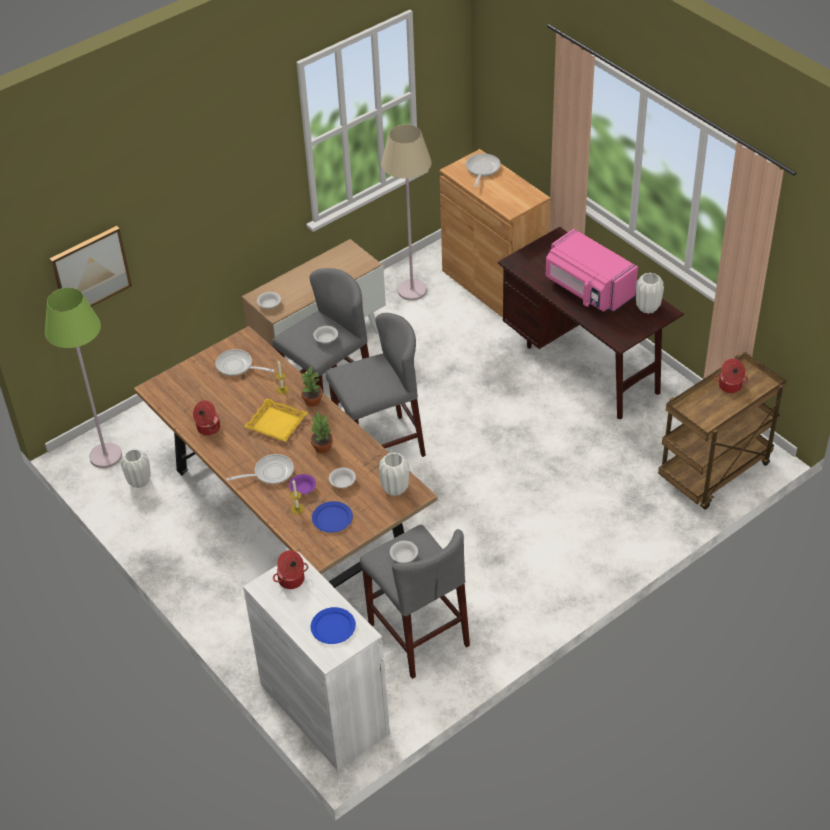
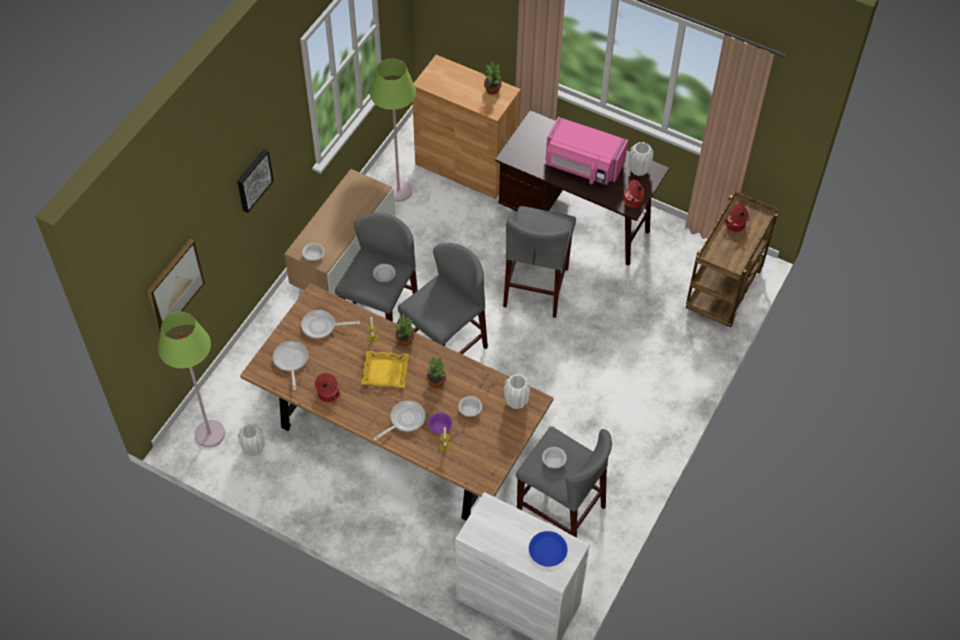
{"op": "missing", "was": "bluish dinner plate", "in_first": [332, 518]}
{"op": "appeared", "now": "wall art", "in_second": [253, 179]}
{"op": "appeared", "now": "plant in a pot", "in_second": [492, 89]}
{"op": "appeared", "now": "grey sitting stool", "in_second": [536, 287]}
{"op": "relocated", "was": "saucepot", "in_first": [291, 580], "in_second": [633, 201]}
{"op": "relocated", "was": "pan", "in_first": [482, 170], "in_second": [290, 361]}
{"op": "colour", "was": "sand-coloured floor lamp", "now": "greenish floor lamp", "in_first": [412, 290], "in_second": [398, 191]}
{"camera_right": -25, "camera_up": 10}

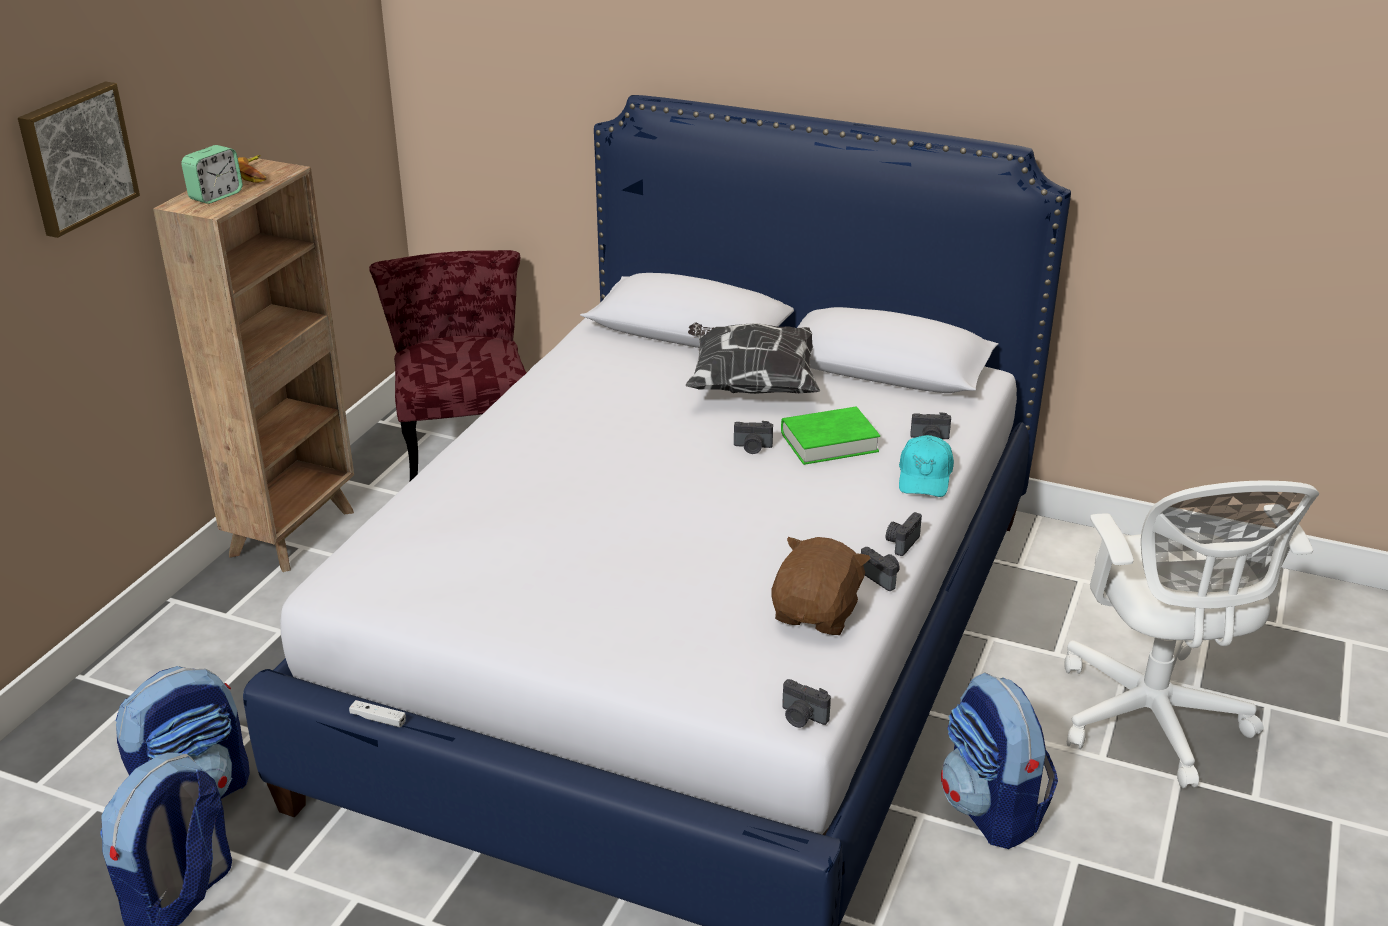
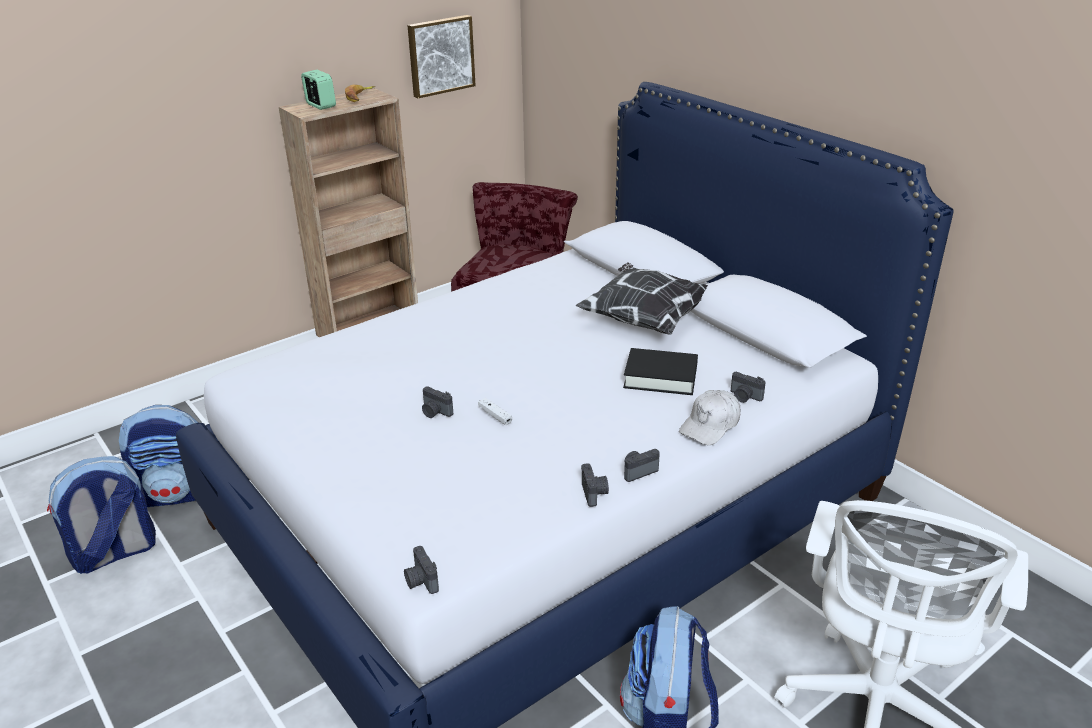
{"op": "missing", "was": "brownish plush toy", "in_first": [817, 614]}
{"op": "relocated", "was": "wall art", "in_first": [76, 157], "in_second": [440, 55]}
{"op": "relocated", "was": "whitish gamepad", "in_first": [378, 719], "in_second": [495, 415]}
{"op": "relocated", "was": "photo camera", "in_first": [752, 448], "in_second": [435, 412]}
{"op": "colour", "was": "greenish book", "now": "black-coloured book", "in_first": [829, 442], "in_second": [660, 377]}
{"op": "colour", "was": "turquoise peaked cap", "now": "whitish peaked cap", "in_first": [925, 477], "in_second": [710, 425]}
{"op": "spun", "was": "alarm clock", "in_first": [216, 196], "in_second": [320, 105], "clockwise": -105}
{"camera_right": 30, "camera_up": 0}

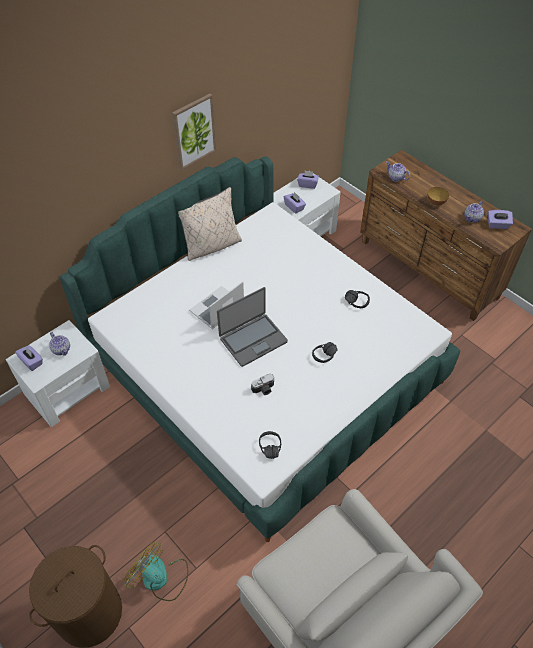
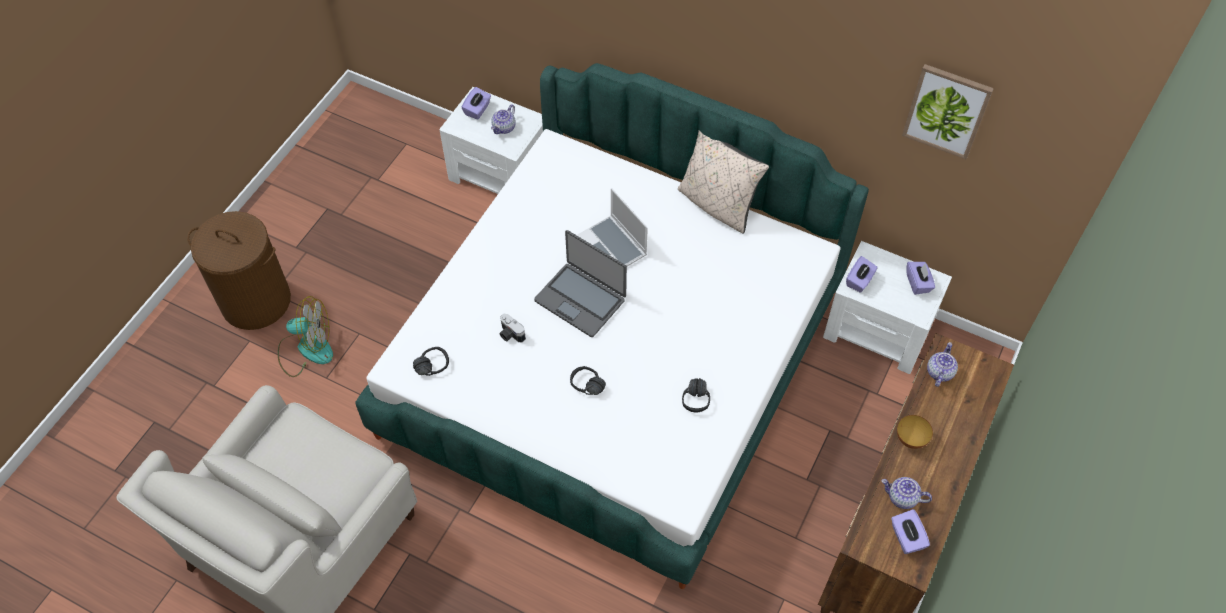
{"op": "relocated", "was": "wall art", "in_first": [194, 131], "in_second": [946, 110]}
{"op": "spun", "was": "cooling fan", "in_first": [161, 578], "in_second": [306, 349], "clockwise": 75}
{"op": "spun", "was": "notebook computer", "in_first": [217, 309], "in_second": [612, 247], "clockwise": -150}
{"camera_right": 70, "camera_up": 5}

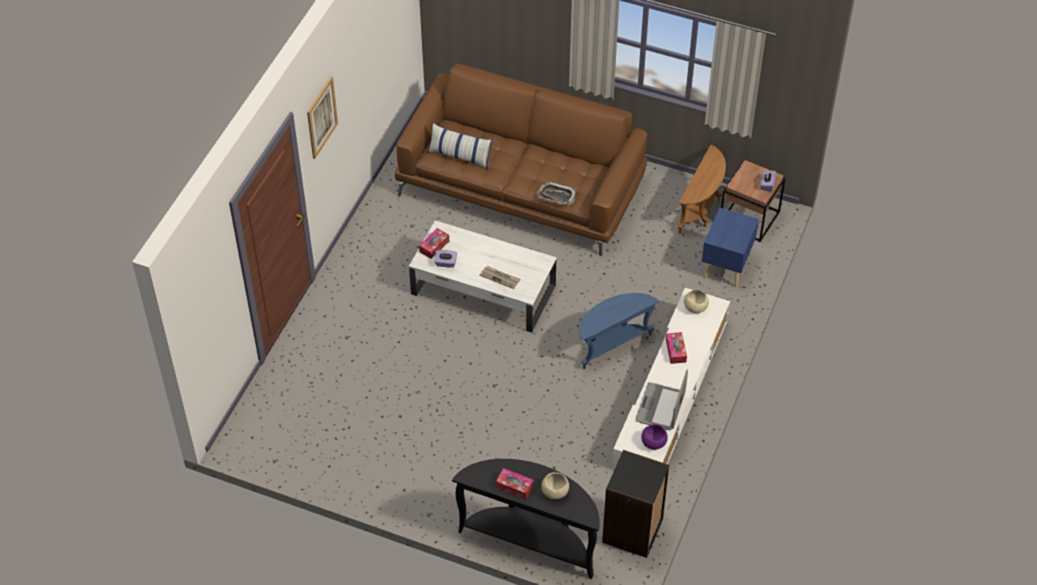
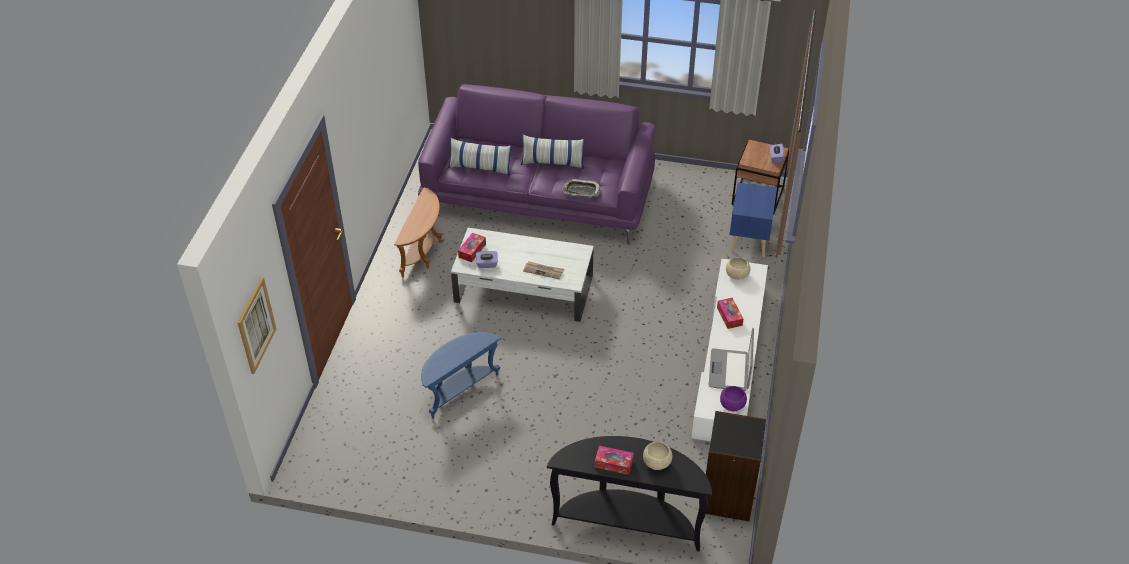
{"op": "appeared", "now": "pillow", "in_second": [552, 162]}
{"op": "relocated", "was": "wall art", "in_first": [321, 117], "in_second": [256, 325]}
{"op": "relocated", "was": "bluish end table", "in_first": [612, 344], "in_second": [459, 390]}
{"op": "relocated", "was": "brownish end table", "in_first": [701, 210], "in_second": [424, 252]}
{"op": "colour", "was": "brownish sofa", "now": "purple-coloured sofa", "in_first": [522, 186], "in_second": [539, 193]}
{"camera_right": -10, "camera_up": -5}

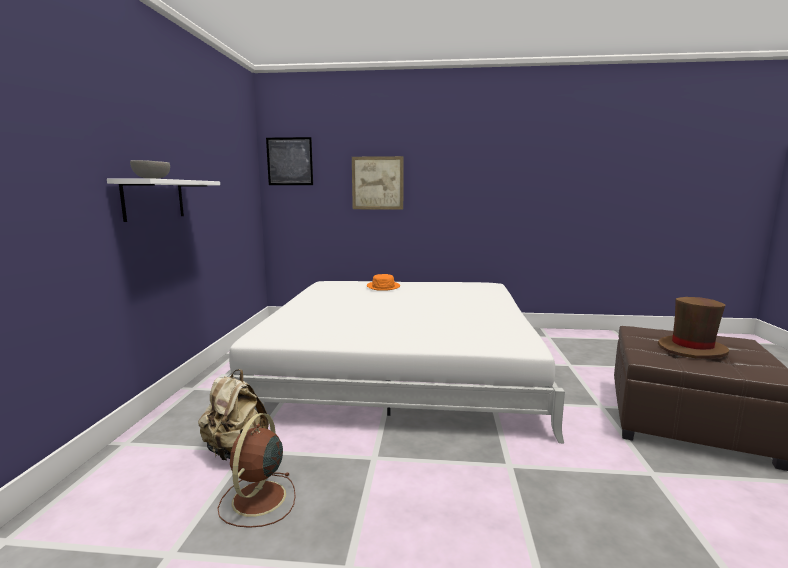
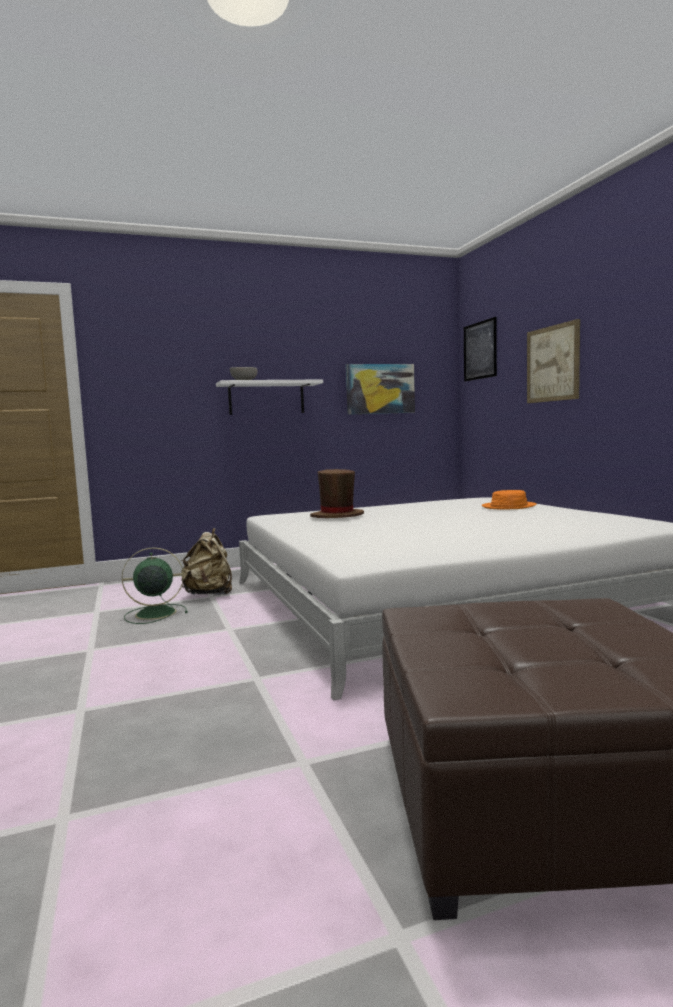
{"op": "appeared", "now": "wall art", "in_second": [380, 389]}
{"op": "relocated", "was": "brownish clothing hat", "in_first": [692, 349], "in_second": [337, 516]}
{"op": "colour", "was": "brownish cooling fan", "now": "greenish cooling fan", "in_first": [258, 500], "in_second": [153, 614]}
{"camera_right": 65, "camera_up": -5}

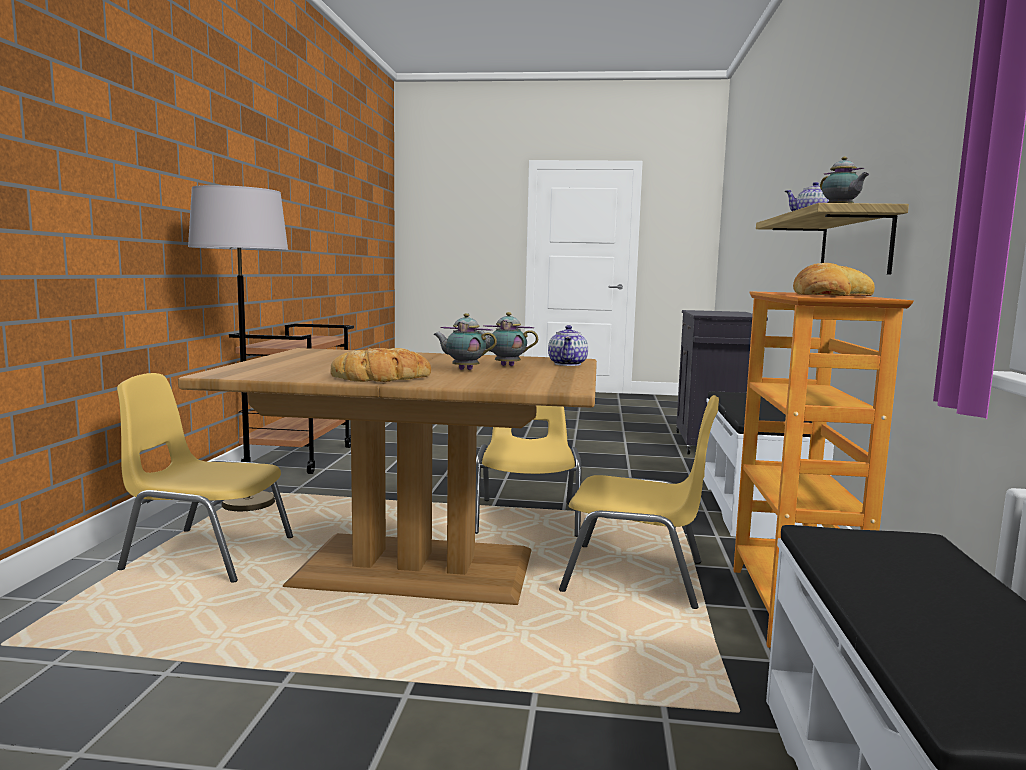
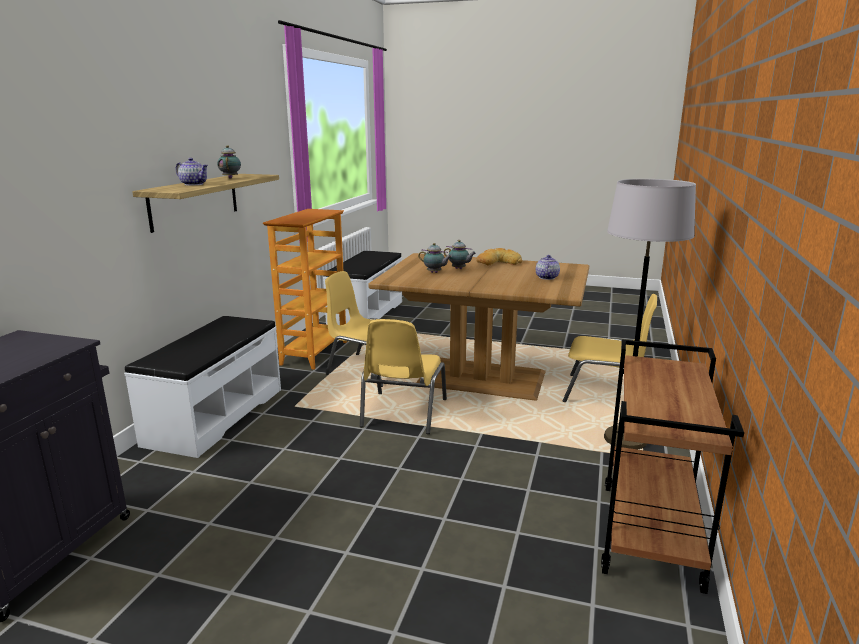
{"op": "missing", "was": "baked bread", "in_first": [828, 295]}
{"op": "relocated", "was": "teapot", "in_first": [568, 364], "in_second": [546, 277]}
{"camera_right": -170, "camera_up": 10}

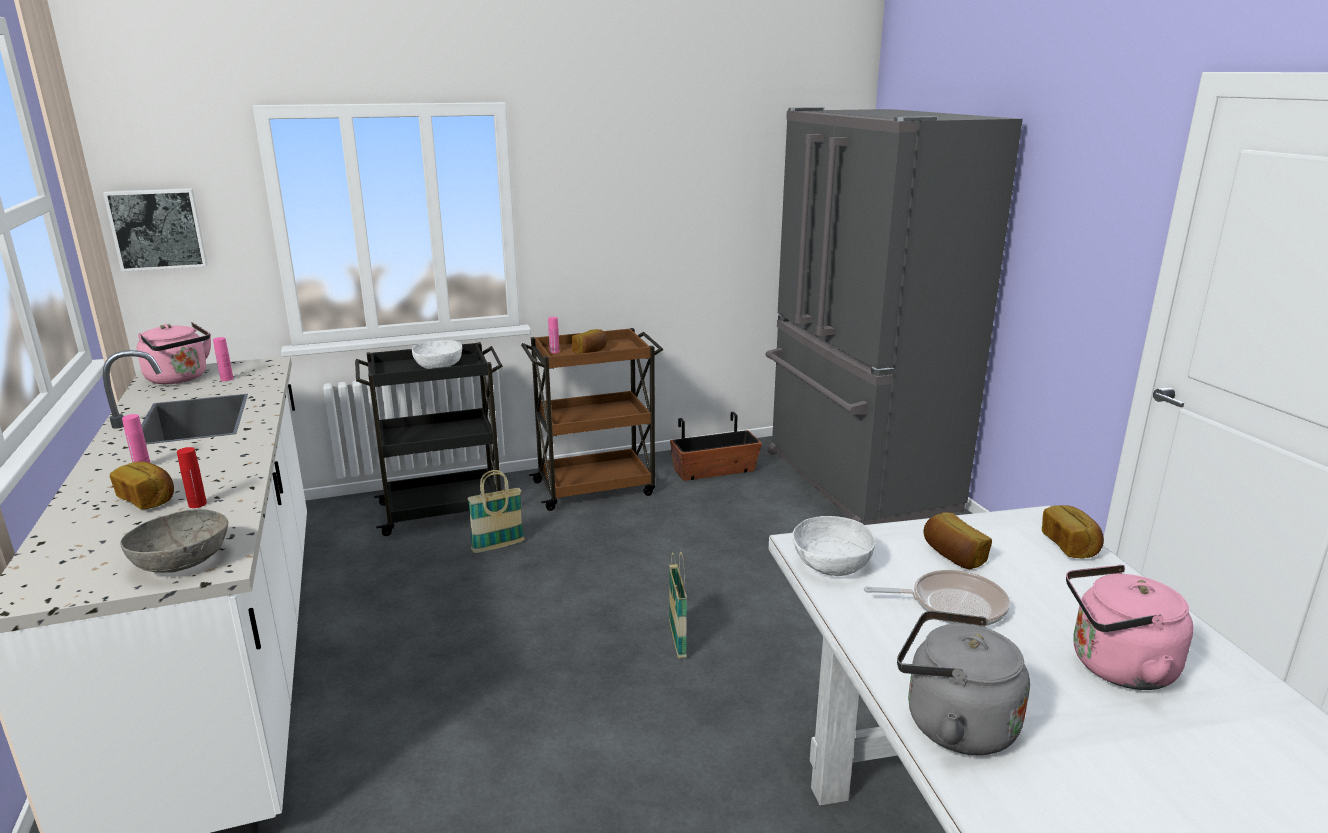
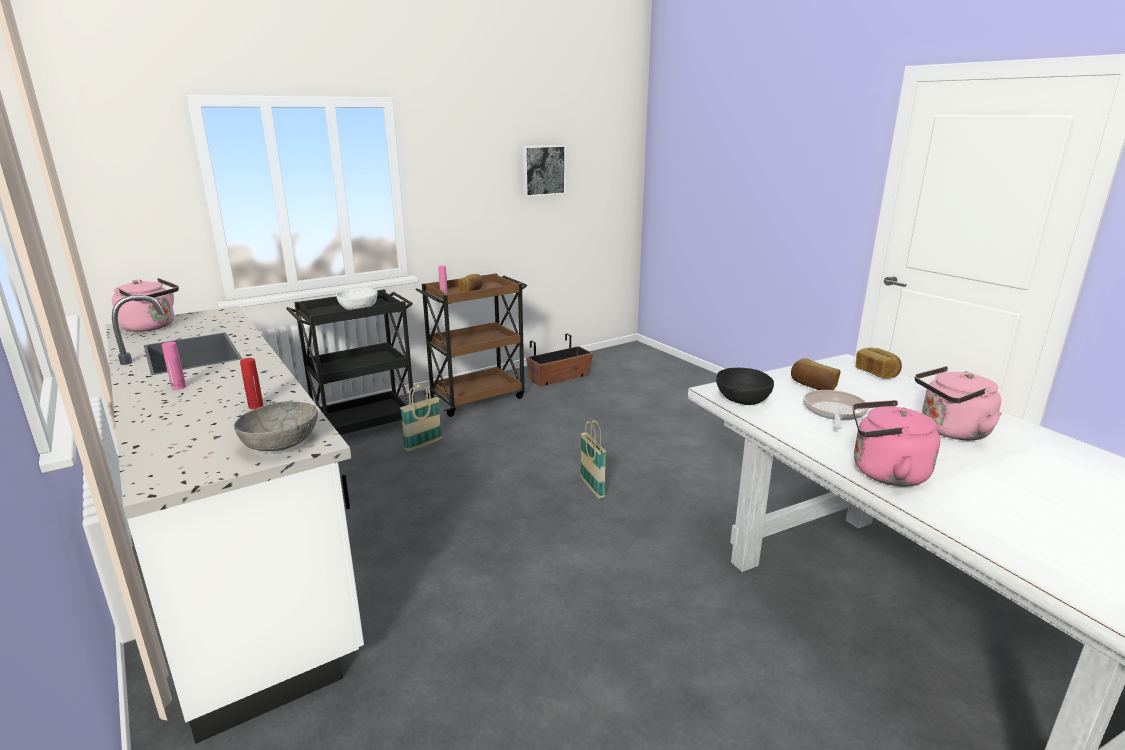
{"op": "missing", "was": "baked bread", "in_first": [148, 499]}
{"op": "missing", "was": "pink-coloured beverage bottle", "in_first": [227, 379]}
{"op": "missing", "was": "grey fridge", "in_first": [855, 481]}
{"op": "relocated", "was": "wall art", "in_first": [157, 229], "in_second": [543, 170]}
{"op": "colour", "was": "whitish serving bowl", "now": "black-coloured serving bowl", "in_first": [831, 564], "in_second": [742, 399]}
{"op": "colour", "was": "grey water kettle", "now": "pink-coloured water kettle", "in_first": [952, 724], "in_second": [884, 473]}
{"op": "spun", "was": "pan", "in_first": [952, 605], "in_second": [833, 412], "clockwise": -60}
{"camera_right": -15, "camera_up": 0}

